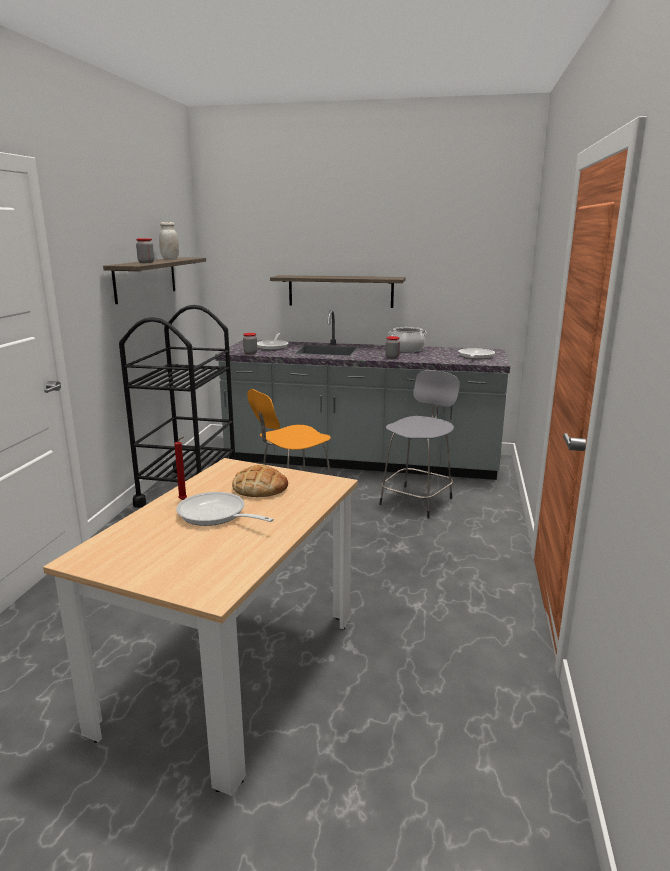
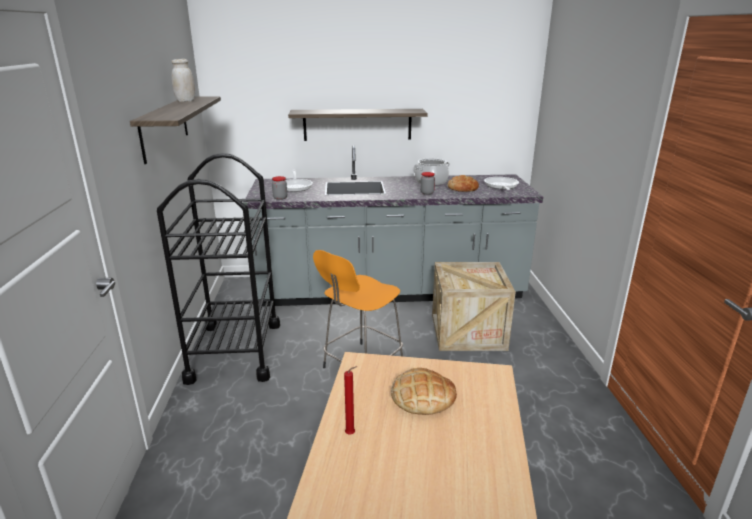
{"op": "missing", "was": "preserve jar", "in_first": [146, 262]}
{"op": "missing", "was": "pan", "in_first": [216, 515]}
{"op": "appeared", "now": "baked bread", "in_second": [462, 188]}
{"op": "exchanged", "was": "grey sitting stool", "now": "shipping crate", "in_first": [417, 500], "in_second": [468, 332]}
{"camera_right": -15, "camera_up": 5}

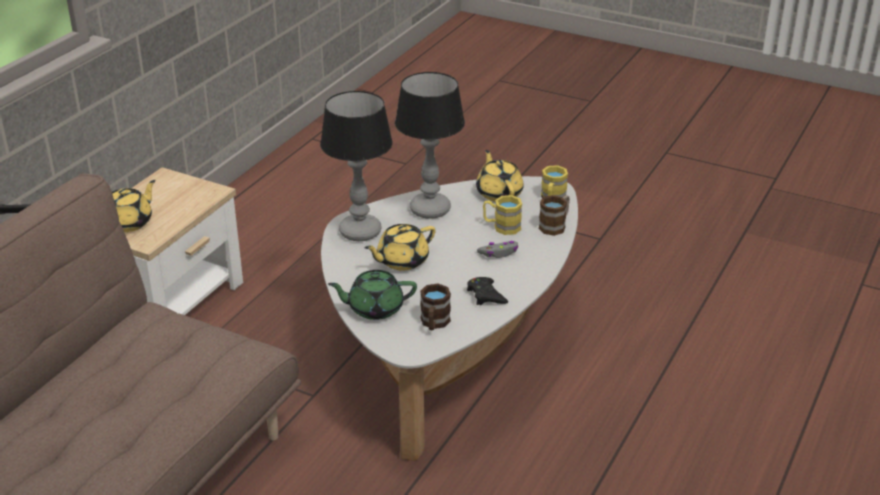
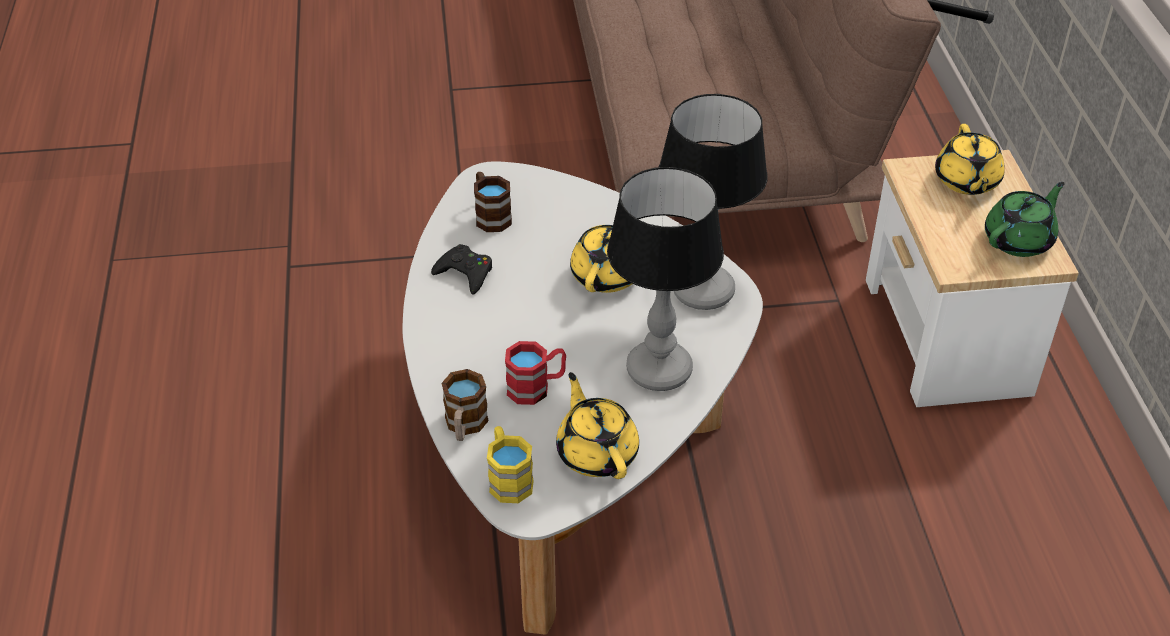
{"op": "missing", "was": "grey gamepad", "in_first": [499, 253]}
{"op": "relocated", "was": "greenish teapot", "in_first": [374, 308], "in_second": [1019, 240]}
{"op": "colour", "was": "yellow-coloured mug", "now": "red mug", "in_first": [501, 227], "in_second": [536, 387]}
{"op": "spun", "was": "yellow-coloured teapot", "in_first": [499, 193], "in_second": [597, 452], "clockwise": -150}
{"camera_right": 145, "camera_up": 10}

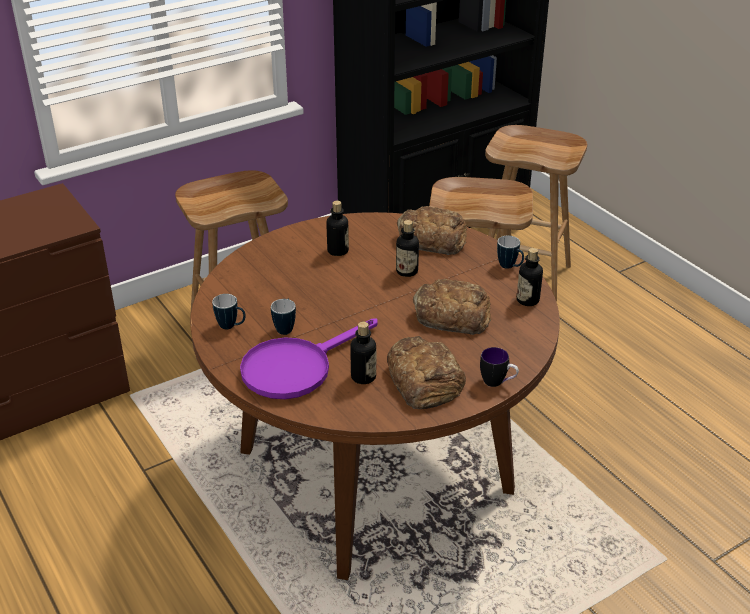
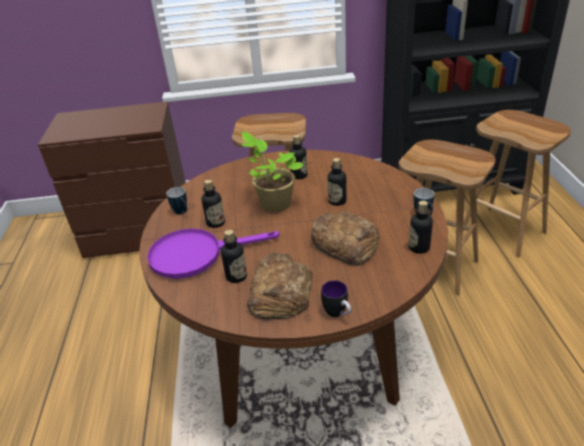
{"op": "missing", "was": "baked bread", "in_first": [432, 238]}
{"op": "appeared", "now": "plant in a pot", "in_second": [274, 203]}
{"op": "exchanged", "was": "mug", "now": "beverage bottle", "in_first": [285, 328], "in_second": [216, 223]}
{"camera_right": 30, "camera_up": 0}

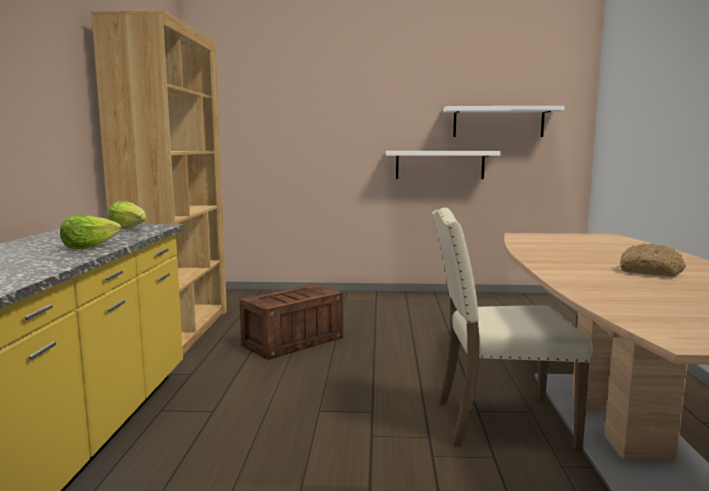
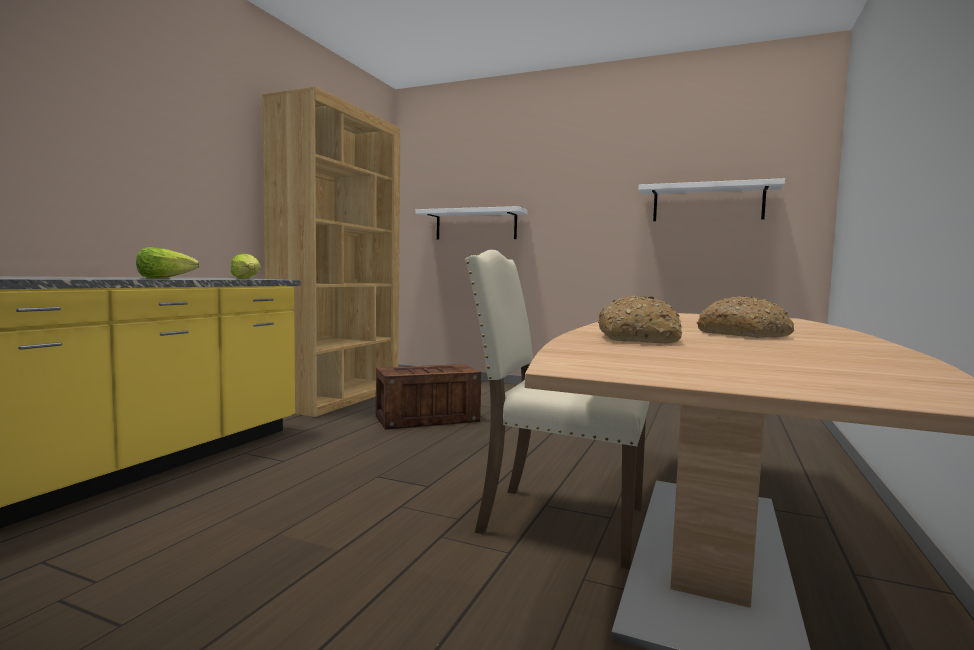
{"op": "appeared", "now": "baked bread", "in_second": [639, 339]}
{"op": "relocated", "was": "whitish bracket shelf", "in_first": [440, 164], "in_second": [475, 225]}
{"camera_right": 20, "camera_up": -5}

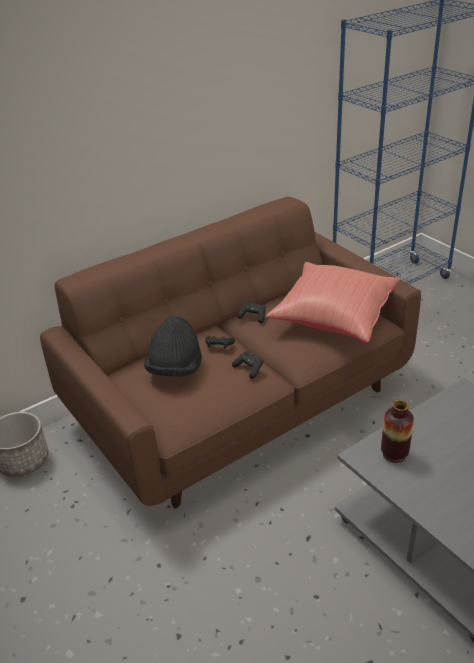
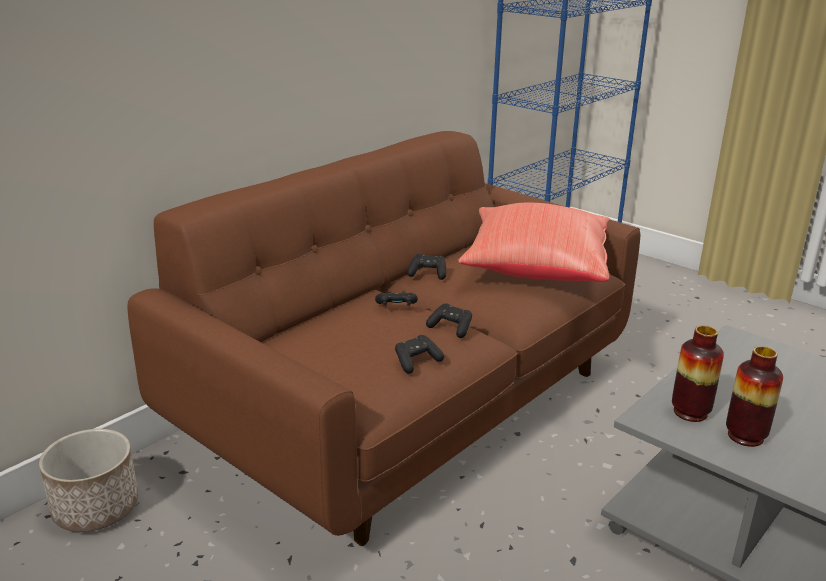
{"op": "missing", "was": "black-coloured clothing hat", "in_first": [175, 369]}
{"op": "appeared", "now": "black-coloured gamepad", "in_second": [417, 362]}
{"op": "appeared", "now": "flower vase", "in_second": [745, 436]}
{"camera_right": -15, "camera_up": -10}

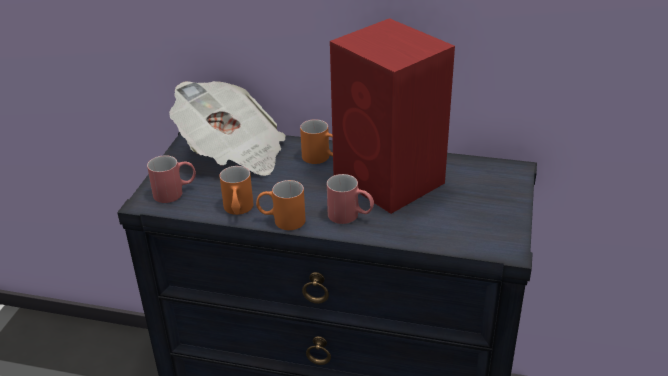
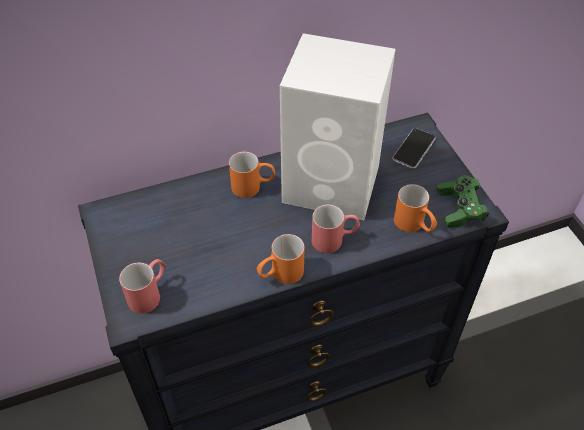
{"op": "missing", "was": "printed paper", "in_first": [233, 152]}
{"op": "appeared", "now": "handset", "in_second": [414, 149]}
{"op": "appeared", "now": "greenish gamepad", "in_second": [459, 208]}
{"op": "relocated", "was": "orangey mug", "in_first": [238, 210], "in_second": [414, 225]}
{"op": "colour", "was": "red speaker", "now": "whitish speaker", "in_first": [390, 181], "in_second": [333, 185]}
{"camera_right": -35, "camera_up": 15}

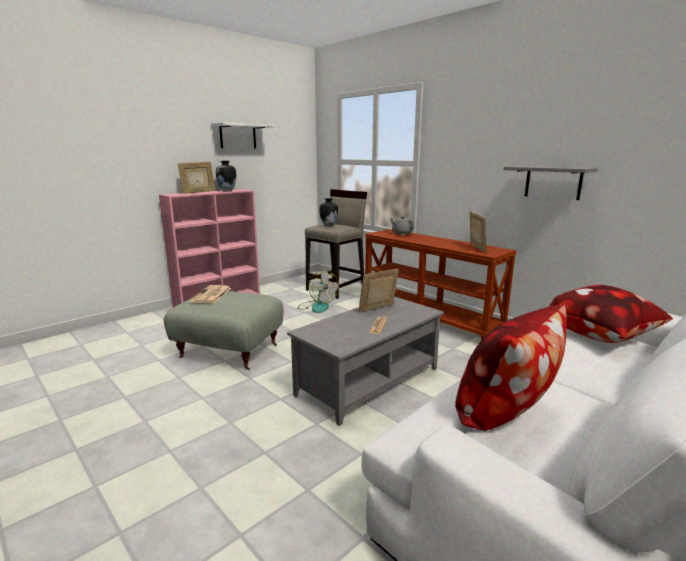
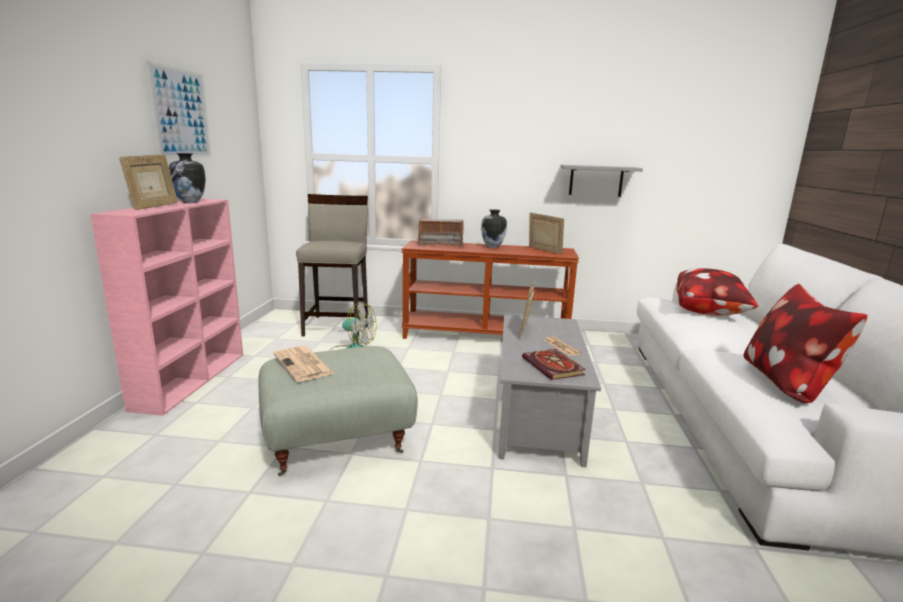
{"op": "appeared", "now": "book", "in_second": [554, 367]}
{"op": "relocated", "was": "flower vase", "in_first": [328, 226], "in_second": [492, 247]}
{"op": "exchanged", "was": "whitish bracket shelf", "now": "wall art", "in_first": [238, 136], "in_second": [181, 113]}
{"op": "exchanged", "was": "grey teapot", "now": "radio", "in_first": [401, 234], "in_second": [440, 244]}
{"camera_right": -40, "camera_up": 0}

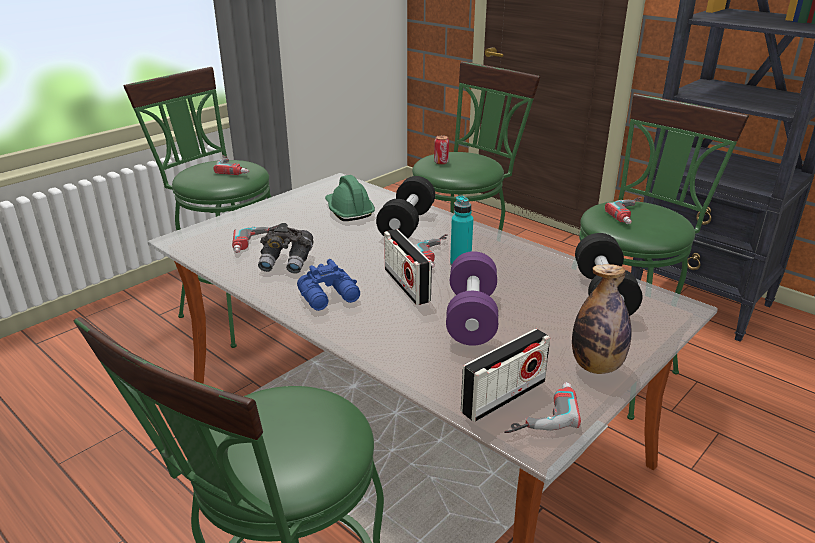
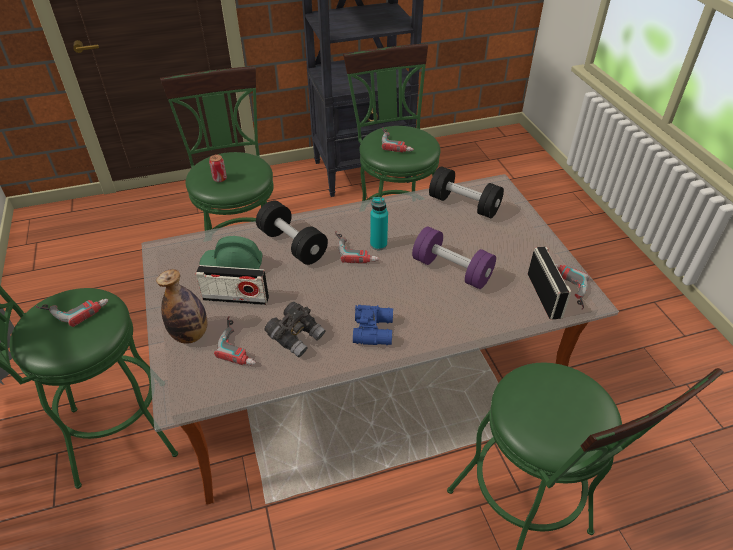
{"op": "relocated", "was": "radio", "in_first": [406, 285], "in_second": [236, 298]}
{"op": "relocated", "was": "beverage bottle", "in_first": [596, 366], "in_second": [190, 334]}
{"camera_right": -60, "camera_up": 15}

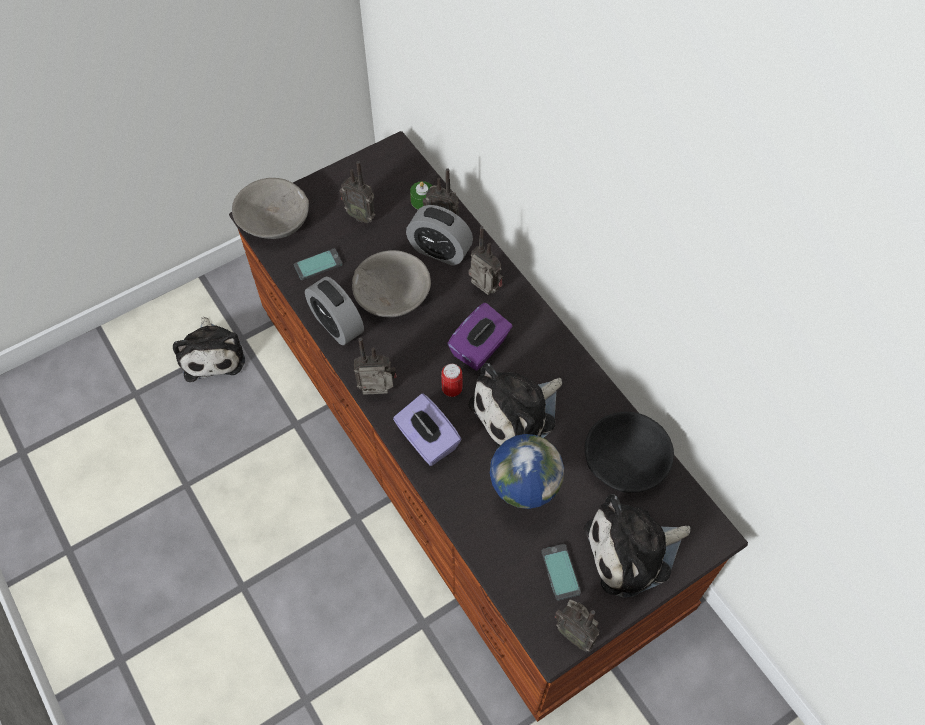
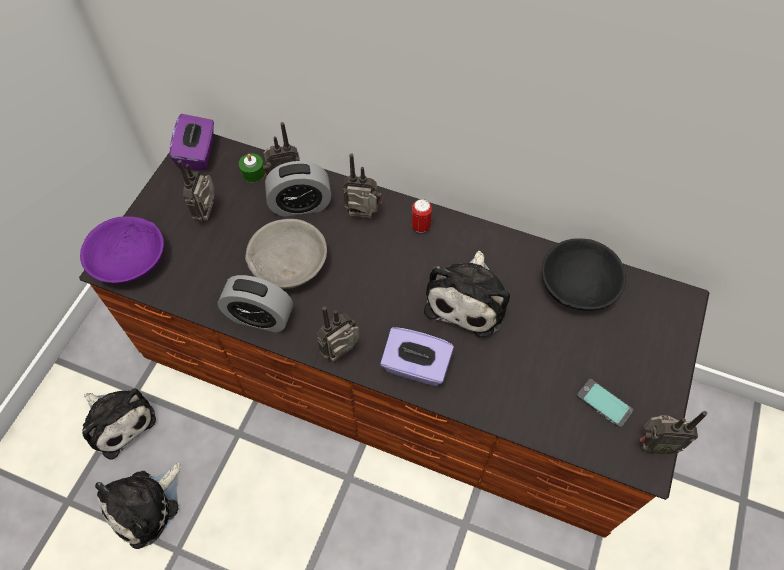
{"op": "missing", "was": "handset", "in_first": [318, 265]}
{"op": "missing", "was": "desk globe", "in_first": [521, 498]}
{"op": "relocated", "was": "sealed can", "in_first": [452, 389], "in_second": [420, 226]}
{"op": "relocated", "was": "purple-coloured box of tissues", "in_first": [480, 348], "in_second": [198, 154]}
{"op": "relocated", "was": "plush toy", "in_first": [633, 551], "in_second": [146, 505]}
{"op": "colour", "was": "grey serving bowl", "now": "purple-coloured serving bowl", "in_first": [273, 220], "in_second": [129, 260]}
{"op": "spun", "was": "radio", "in_first": [361, 215], "in_second": [208, 213], "clockwise": 105}
{"camera_right": -35, "camera_up": 0}

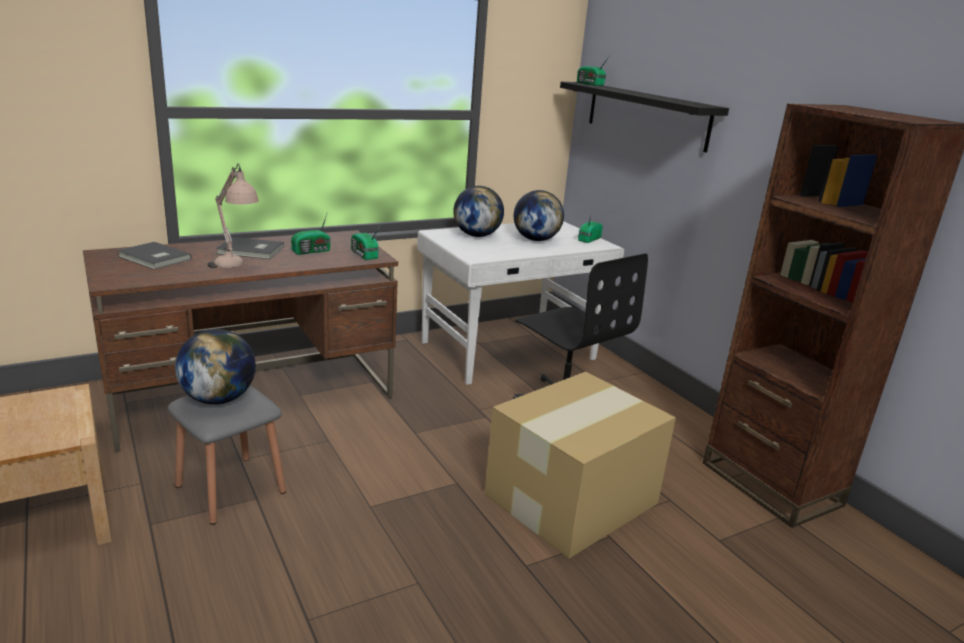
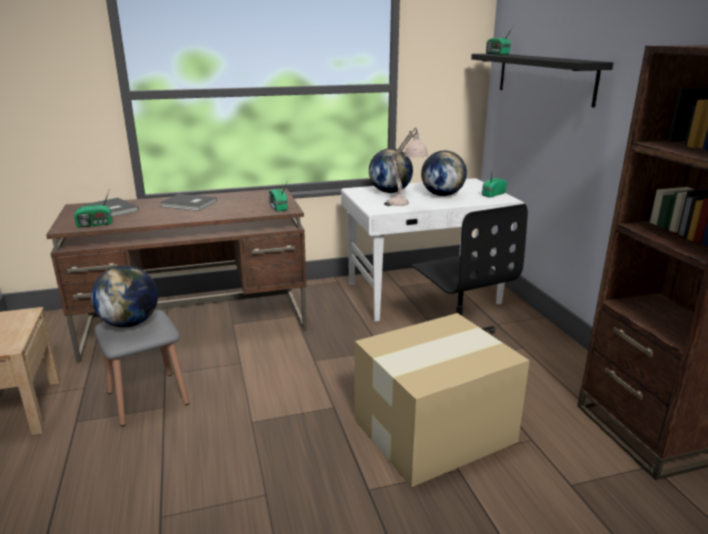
{"op": "relocated", "was": "sand-coloured lamp for a table", "in_first": [235, 267], "in_second": [404, 206]}
{"op": "relocated", "was": "radio", "in_first": [312, 251], "in_second": [96, 224]}
{"camera_right": 15, "camera_up": 0}

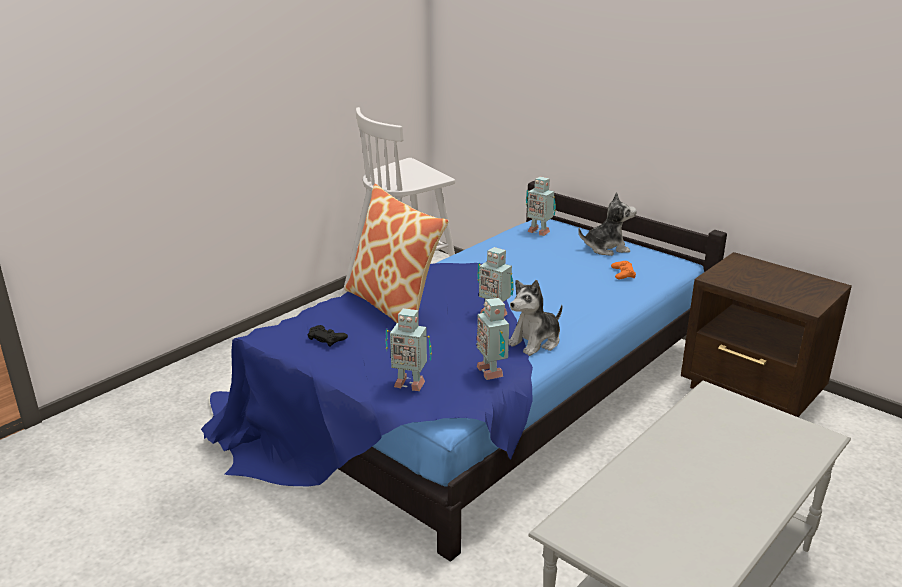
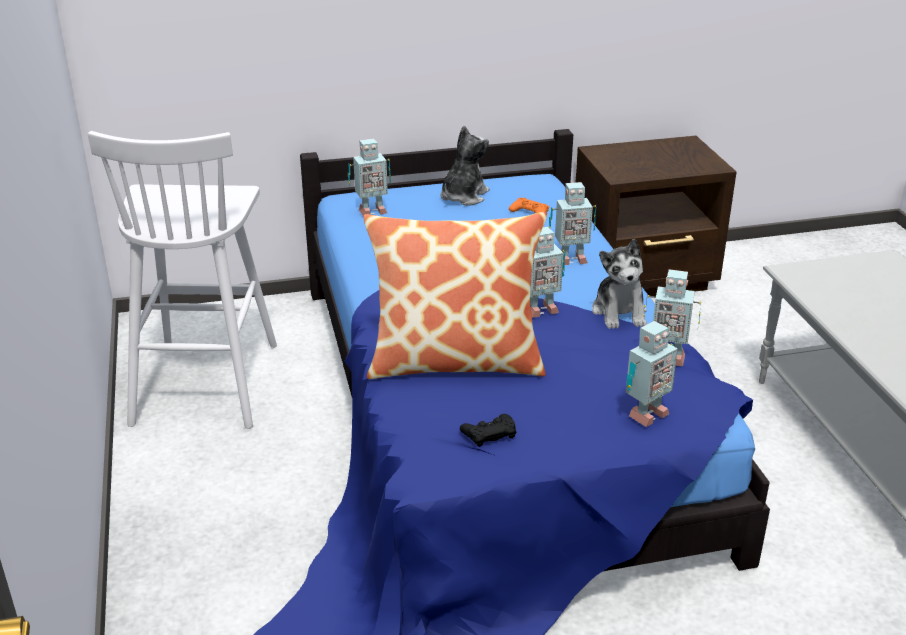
{"op": "appeared", "now": "model robot", "in_second": [570, 259]}
{"camera_right": -55, "camera_up": 5}

